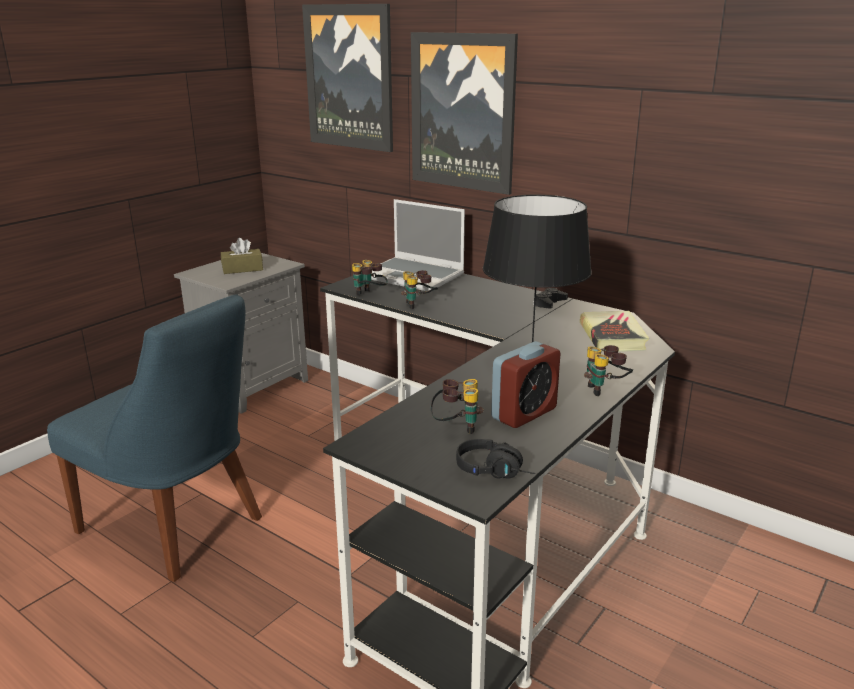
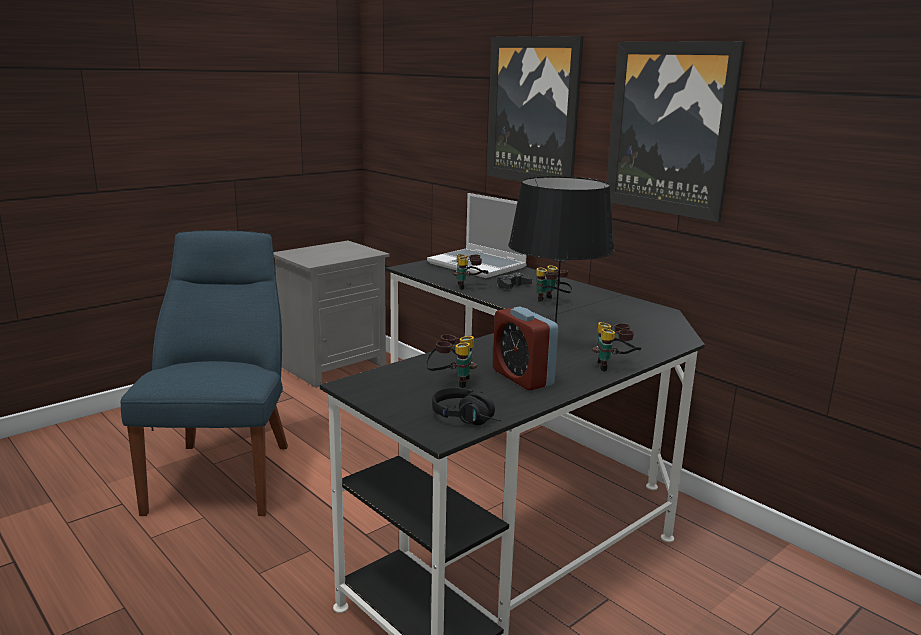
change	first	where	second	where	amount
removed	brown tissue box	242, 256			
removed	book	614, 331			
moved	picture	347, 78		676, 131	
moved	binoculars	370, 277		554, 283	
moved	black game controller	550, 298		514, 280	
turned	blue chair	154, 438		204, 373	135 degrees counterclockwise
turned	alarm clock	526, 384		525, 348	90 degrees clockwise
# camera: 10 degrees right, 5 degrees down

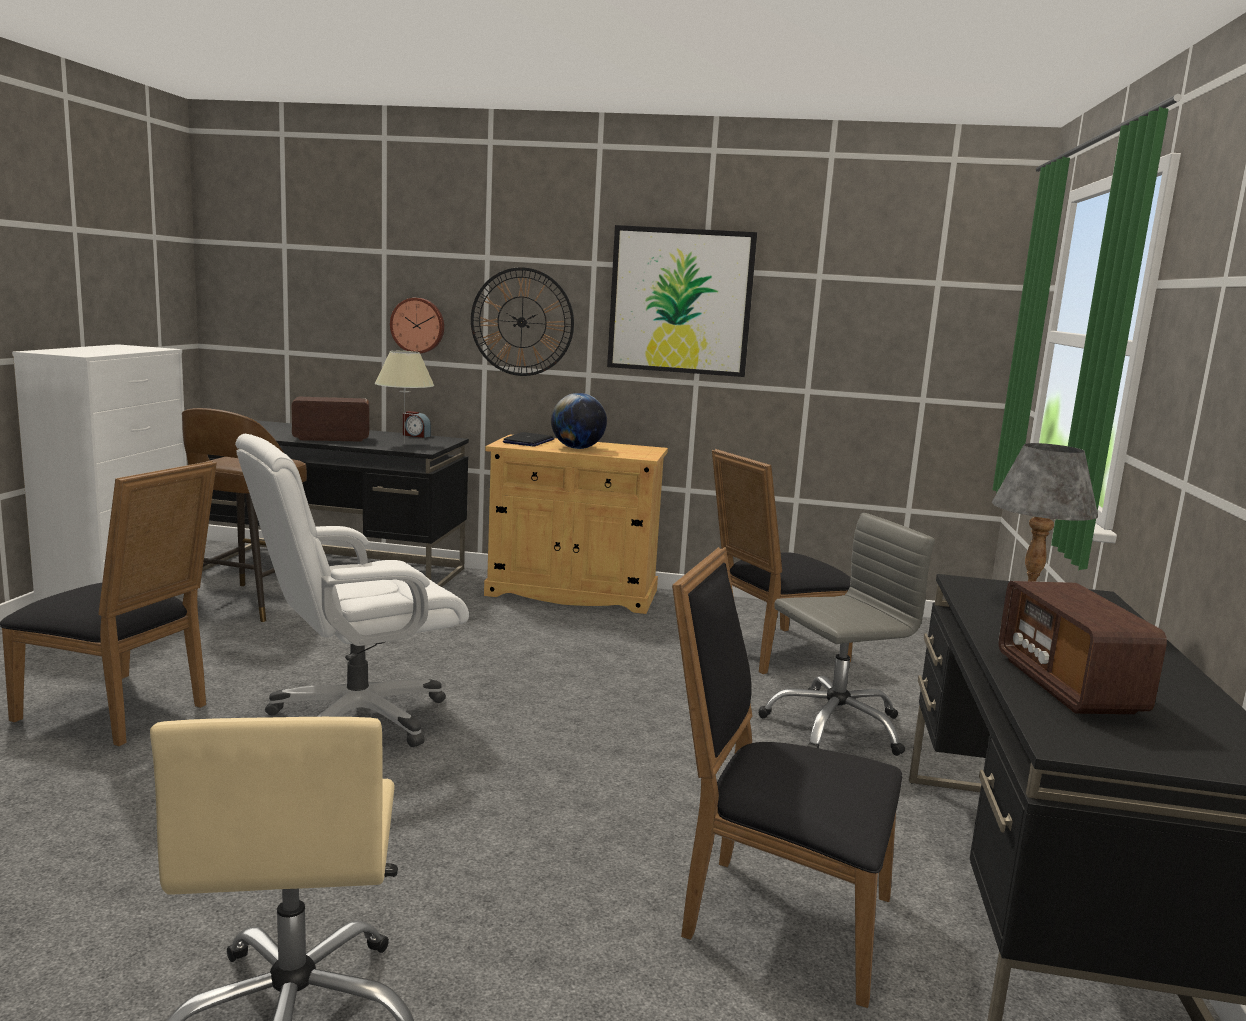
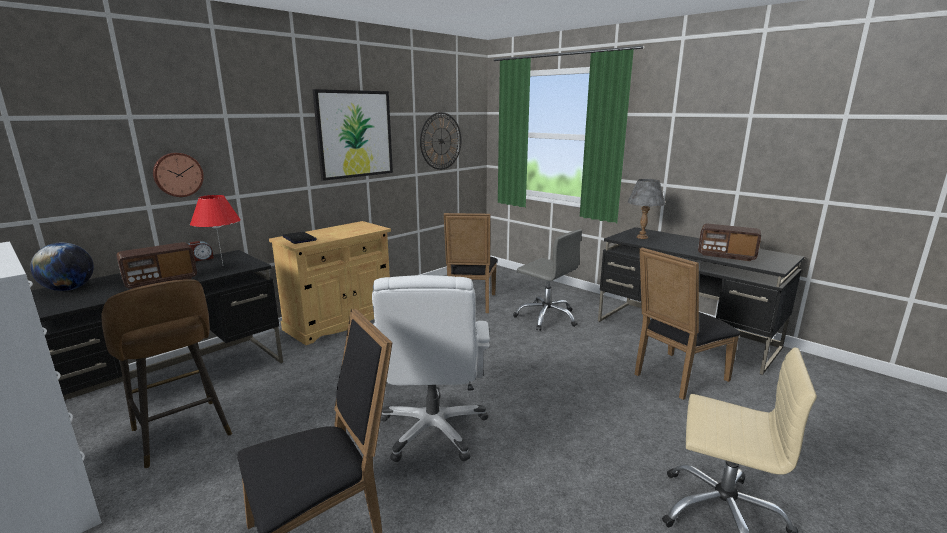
change	first	where	second	where	amount
moved	wall clock	522, 321		441, 141	
moved	globe	579, 421		62, 267	
recoloured	beige table lamp	404, 397	red table lamp	215, 229	
turned	radio	330, 419		156, 265	150 degrees counterclockwise
turned	grey office chair	846, 634		547, 280	120 degrees clockwise
# camera: 55 degrees left, 5 degrees up

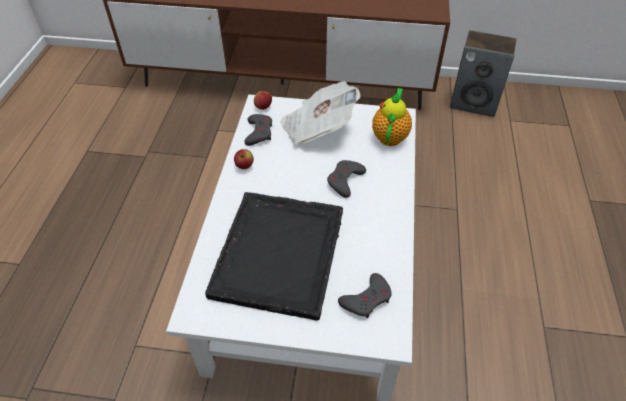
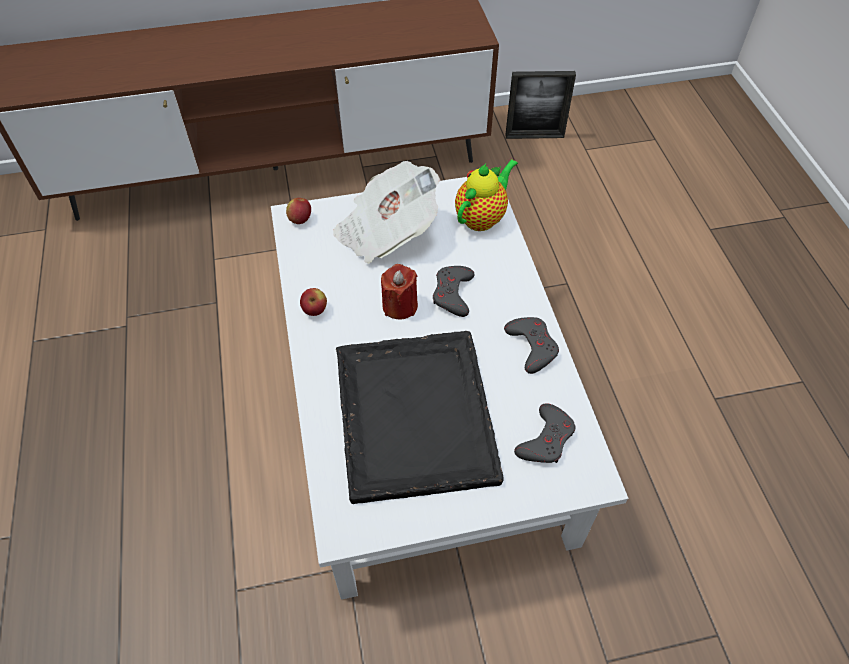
change	first	where	second	where	amount
added			red candle	399, 292	
moved	grey game controller	258, 130		531, 345	
replaced	speaker	483, 73	picture frame	540, 105	
turned	teapot	392, 117		486, 195	45 degrees clockwise
# camera: 20 degrees left, 5 degrees up

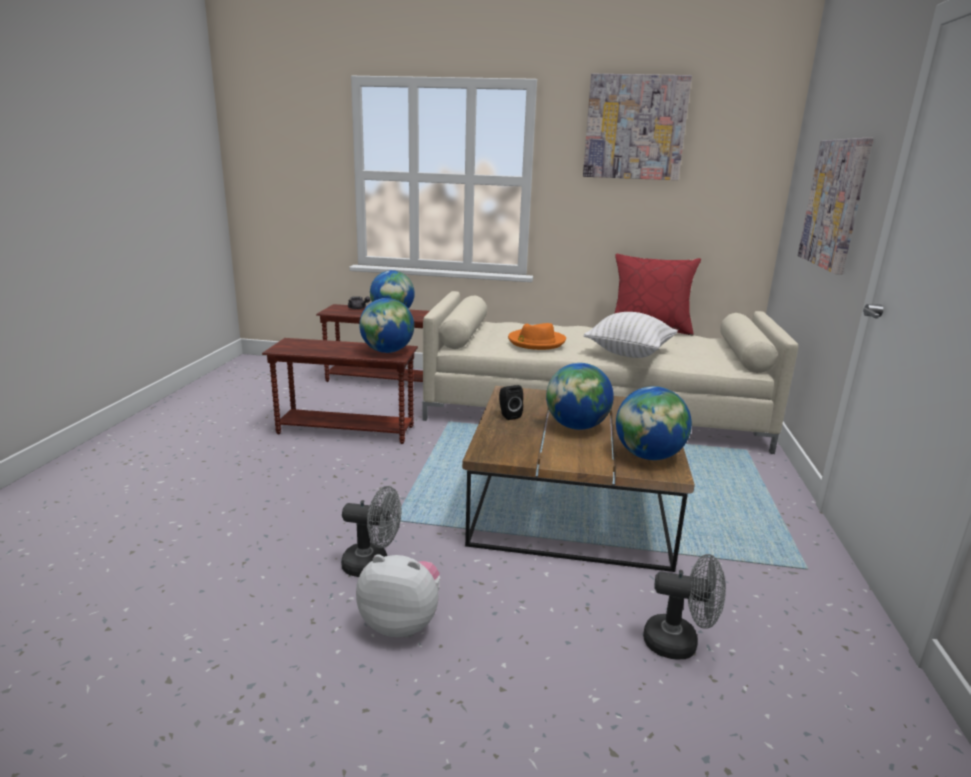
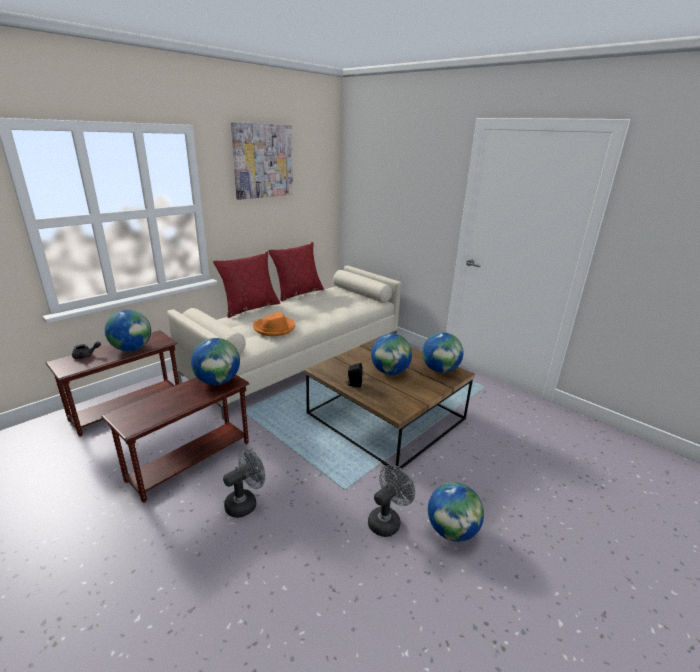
change	first	where	second	where	amount
removed	white pillow	631, 335			
removed	picture	835, 206			
added			red pillow	246, 285	
moved	grey fan	684, 606		244, 483	
replaced	plush toy	398, 596	globe	456, 512	
# camera: 55 degrees left, 5 degrees up

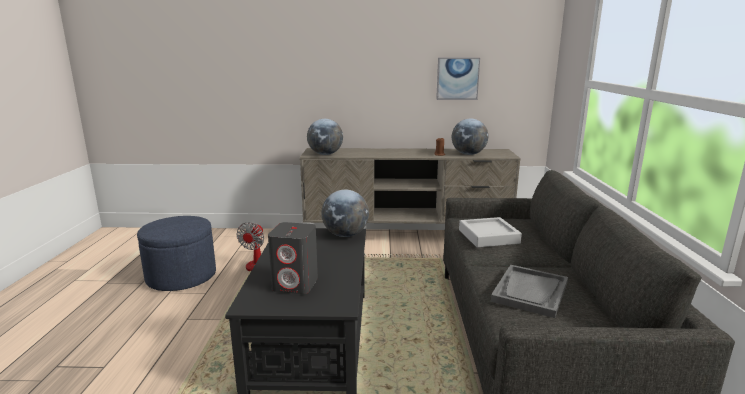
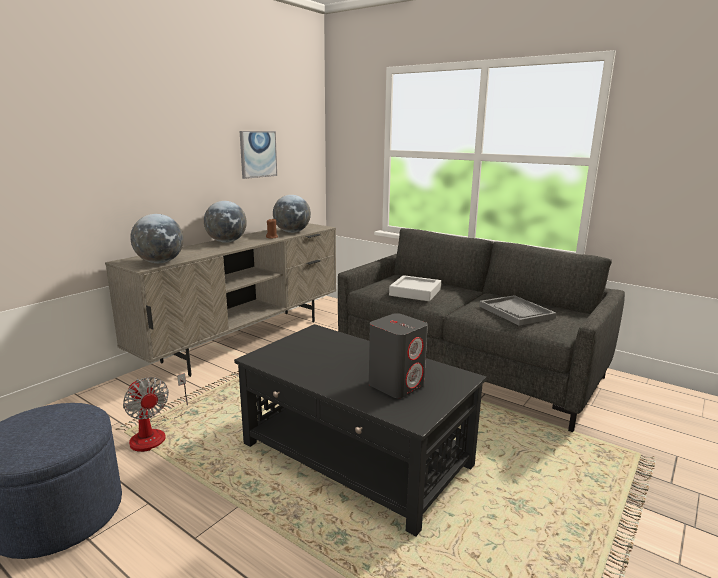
change	first	where	second	where	amount
moved	globe	345, 213		225, 222	
# camera: 55 degrees left, 0 degrees up

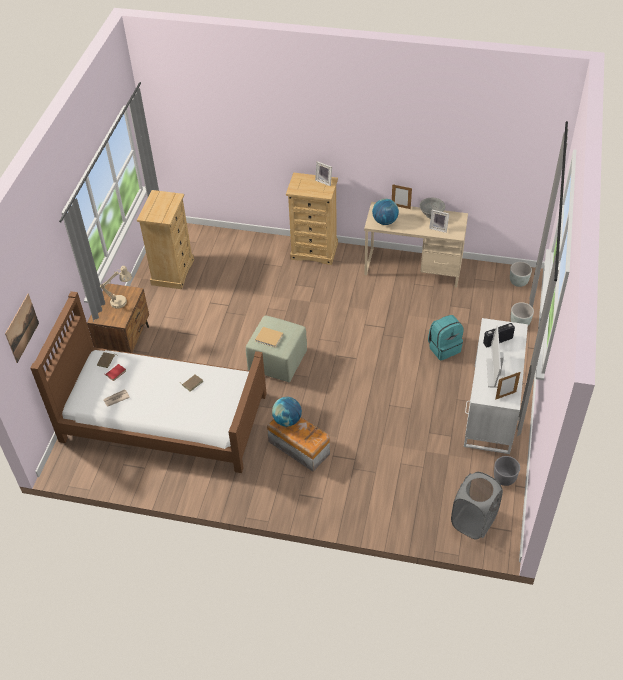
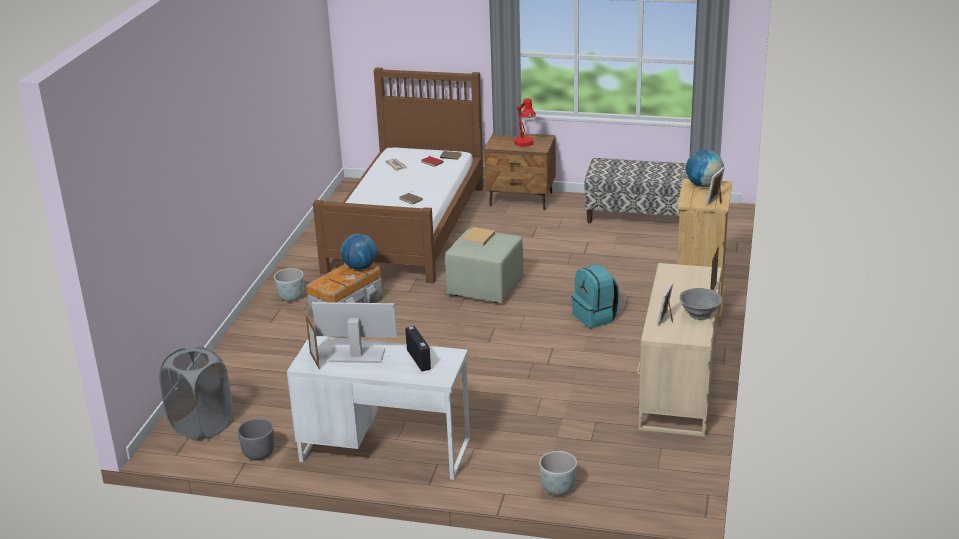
change	first	where	second	where	amount
removed	picture	22, 328			
moved	globe	385, 212		705, 168	
moved	turquoise backpack	445, 337		596, 296	
moved	grey planter	521, 274		289, 285	
replaced	beige dresser	165, 239	bench	636, 190	
recoloured	beige table lamp	116, 287	red table lamp	525, 122	
# camera: 90 degrees right, 20 degrees down

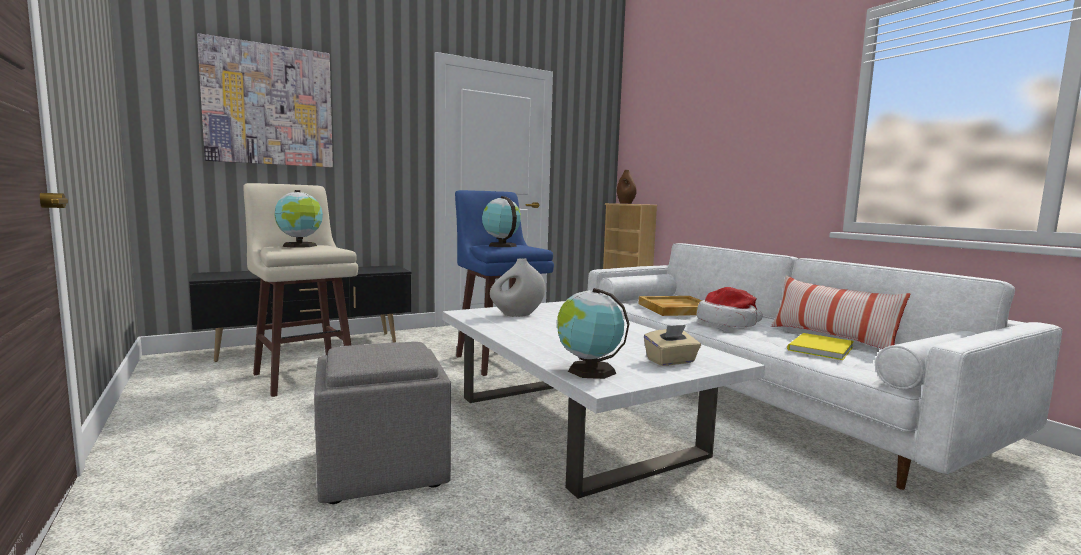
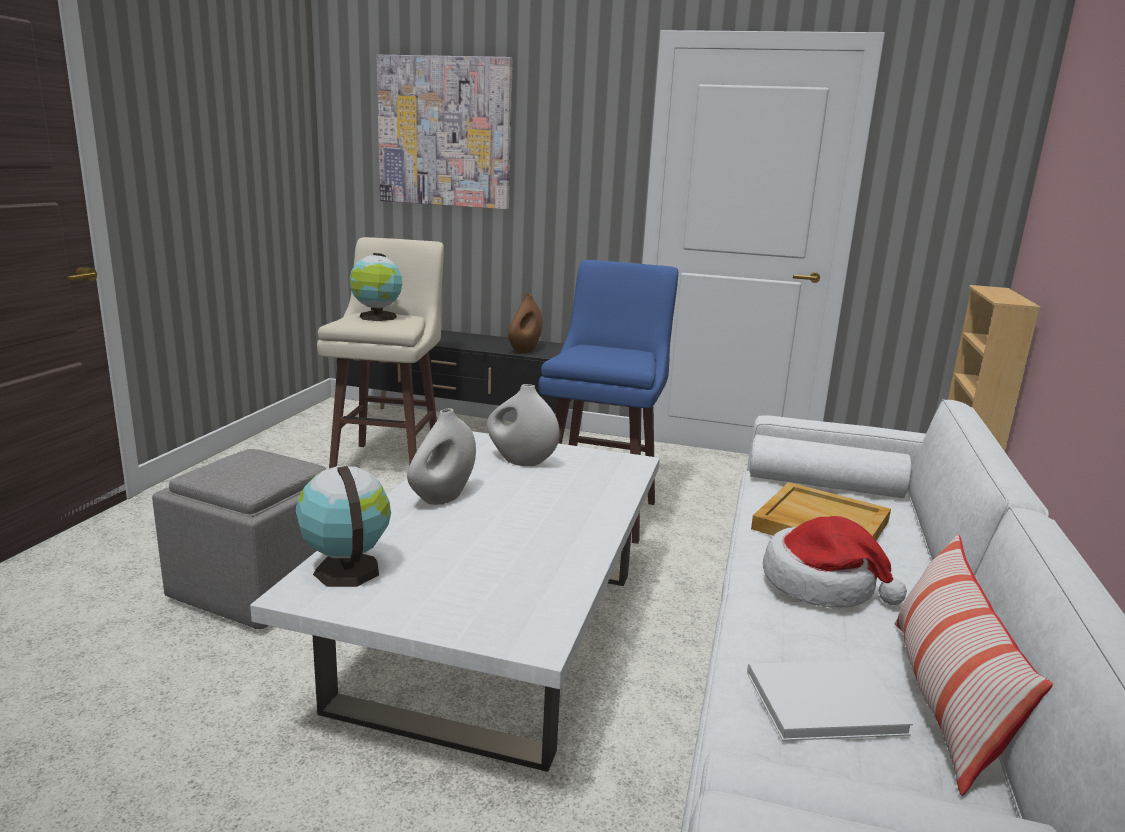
change	first	where	second	where	amount
removed	globe	501, 221			
removed	beige tissue box	672, 345			
added			white vase	441, 456	
moved	brown vase	627, 187		525, 323	
recoloured	yellow book	820, 346	white book	830, 700	
# camera: 45 degrees right, 10 degrees up

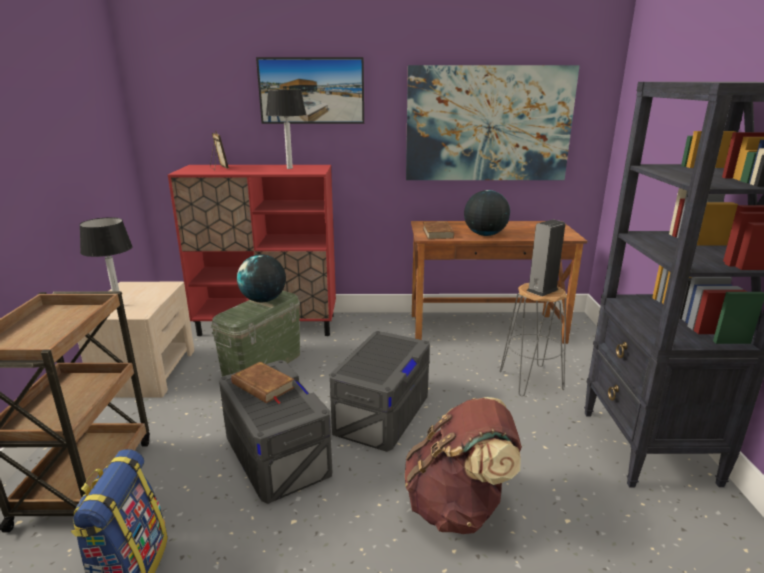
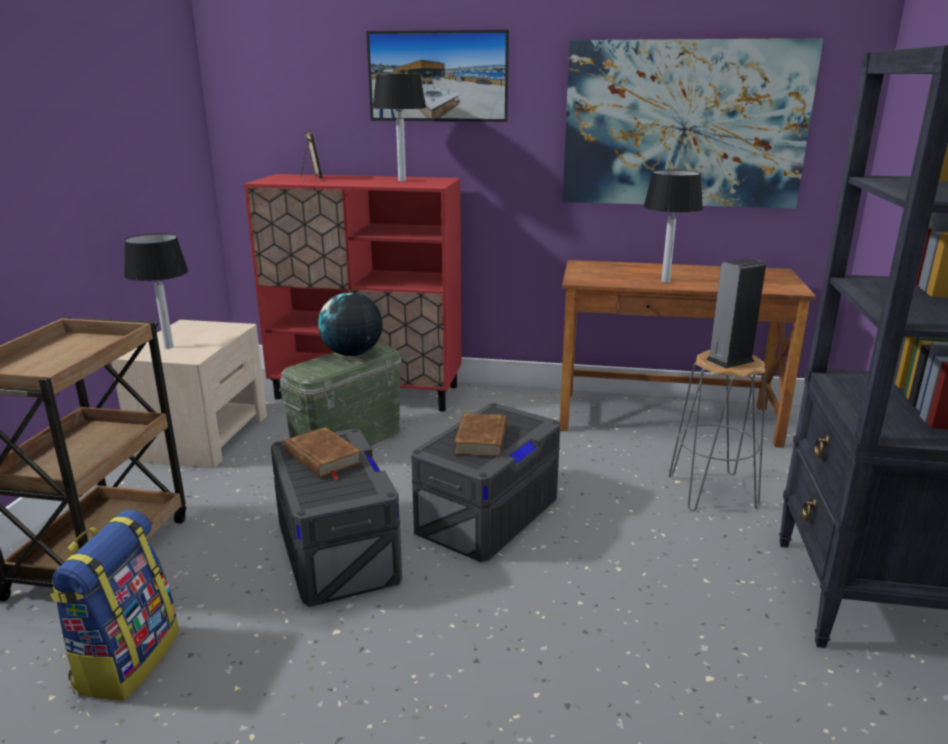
change	first	where	second	where	amount
removed	brown backpack	463, 465			
moved	brown book	438, 230		480, 434	
replaced	globe	487, 213	table lamp	673, 226	
# camera: 10 degrees right, 0 degrees up

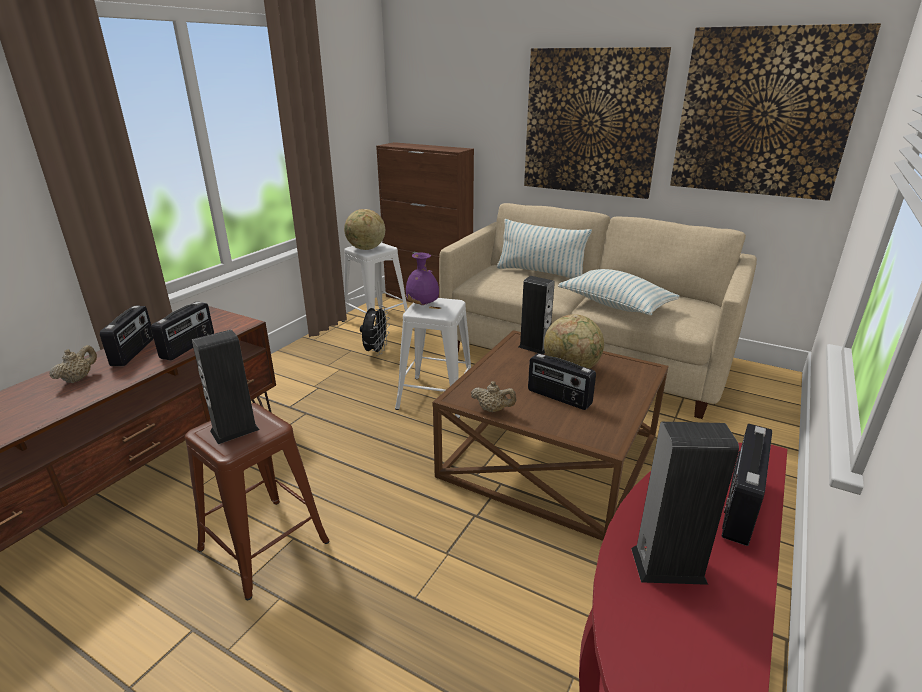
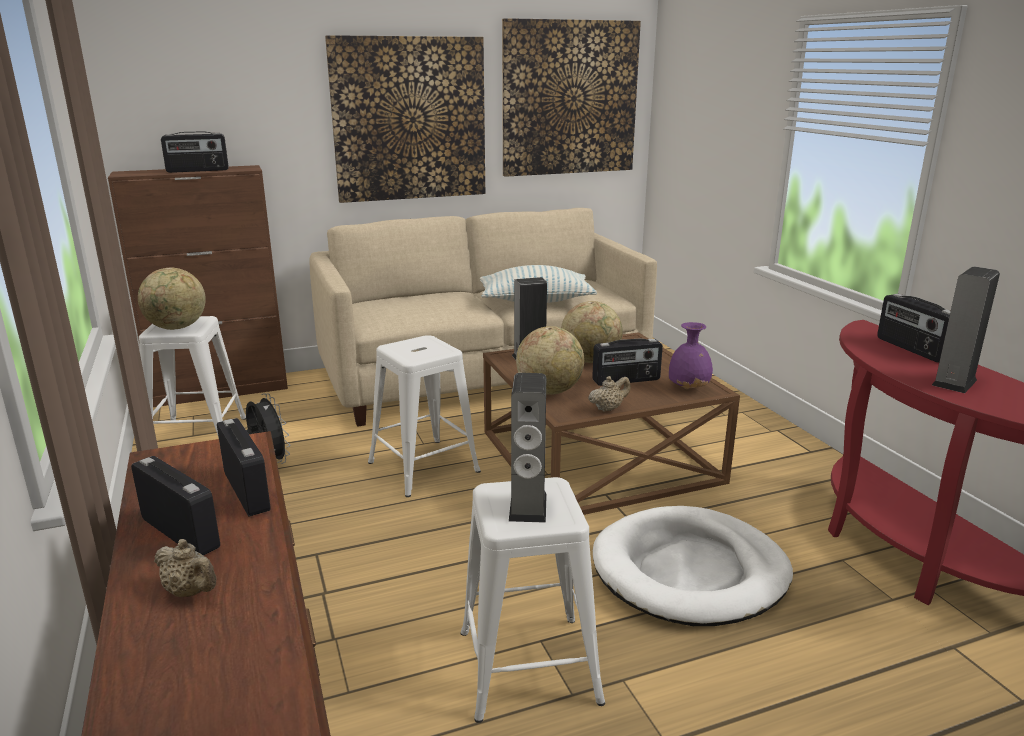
change	first	where	second	where	amount
removed	pillow	544, 249			
added			radio	195, 152	
added			globe	550, 360	
added			white dog bed	693, 566	
moved	purple vase	422, 279		691, 355	
recoloured	brown stool	257, 501	white stool	532, 600	
turned	beige teapot	73, 364		185, 568	150 degrees clockwise
# camera: 50 degrees left, 5 degrees down

